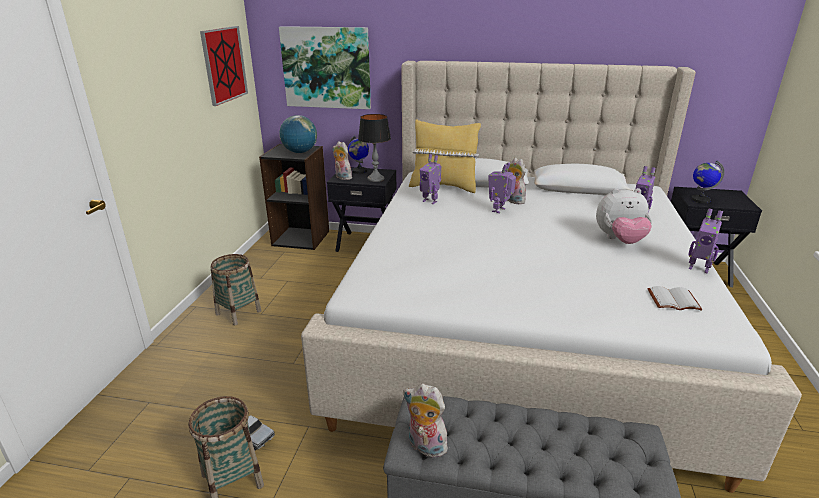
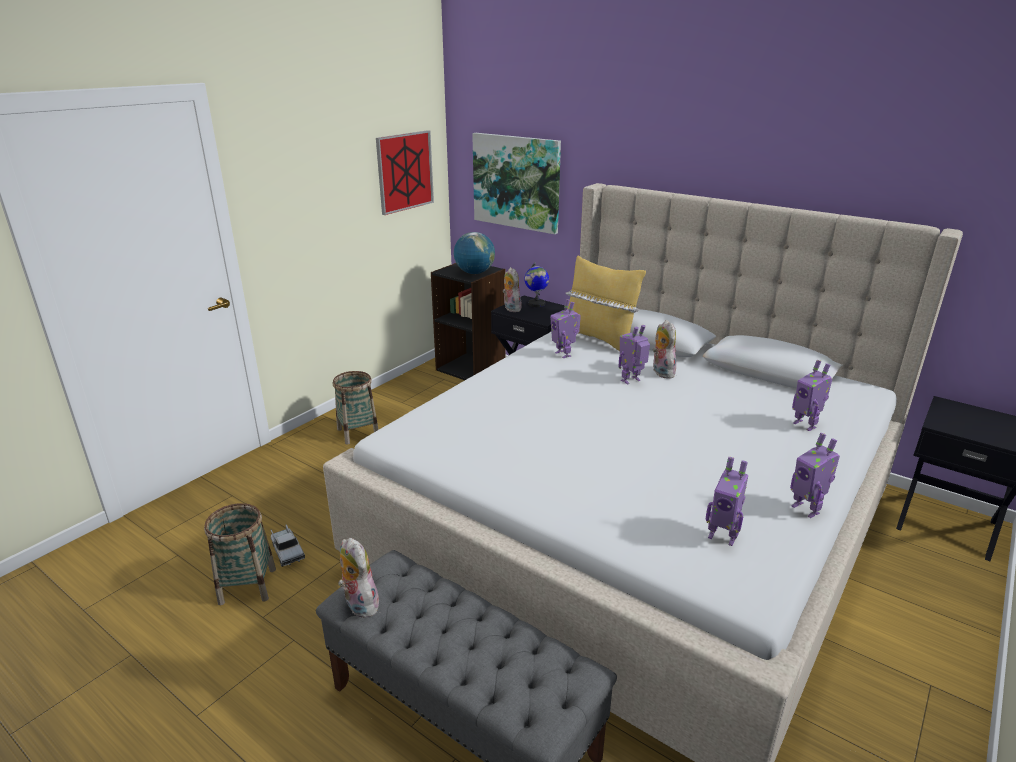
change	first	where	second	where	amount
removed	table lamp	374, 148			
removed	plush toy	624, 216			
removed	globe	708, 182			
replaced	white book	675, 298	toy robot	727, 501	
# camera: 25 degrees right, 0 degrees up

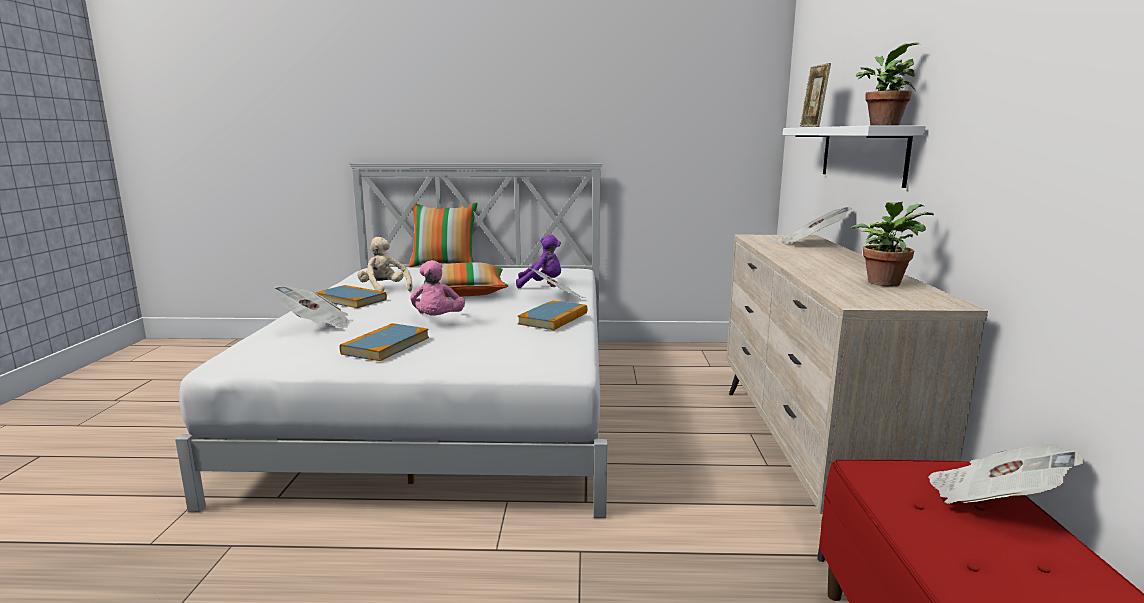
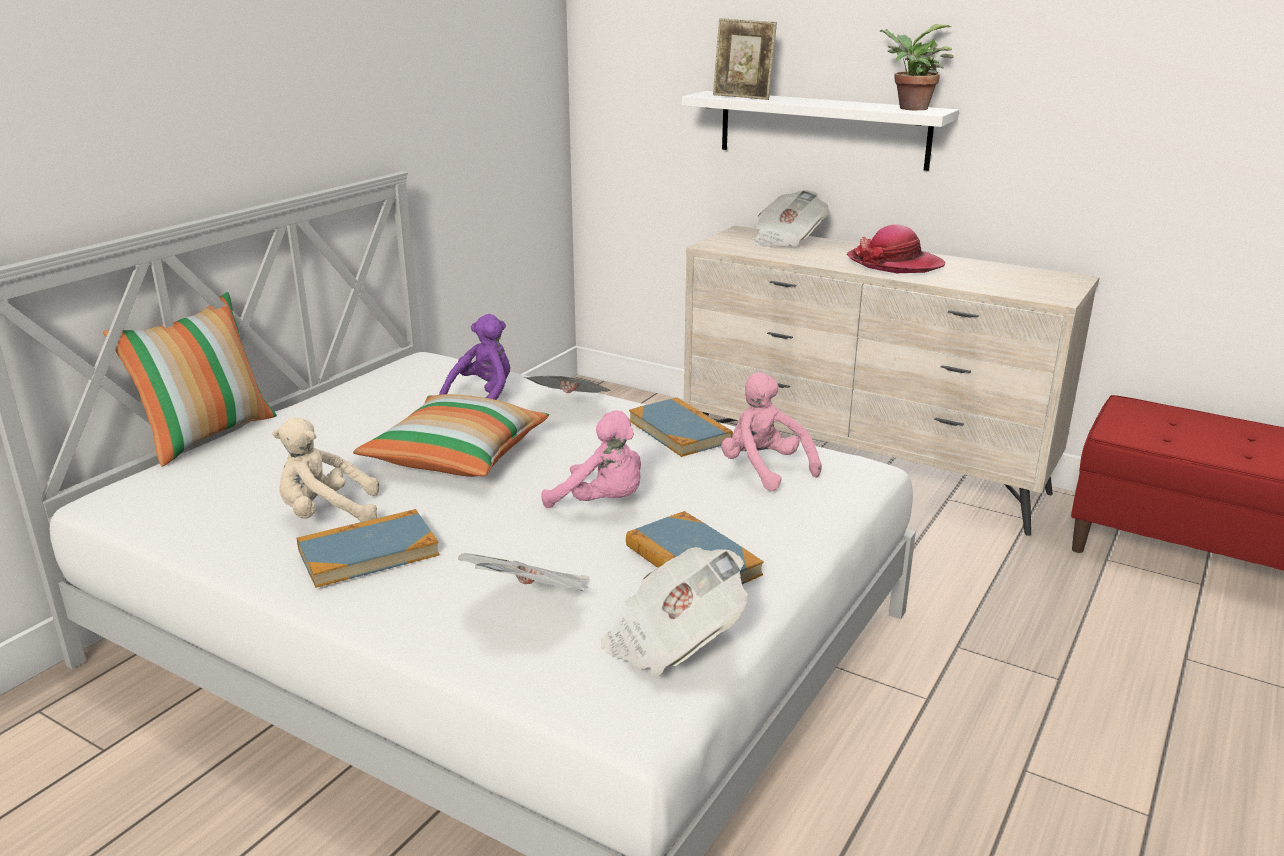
change	first	where	second	where	amount
removed	potted plant	892, 244			
added			pink plush toy	771, 431	
added			hat	896, 248	
moved	newspaper	1006, 474		674, 611	
# camera: 60 degrees left, 10 degrees up

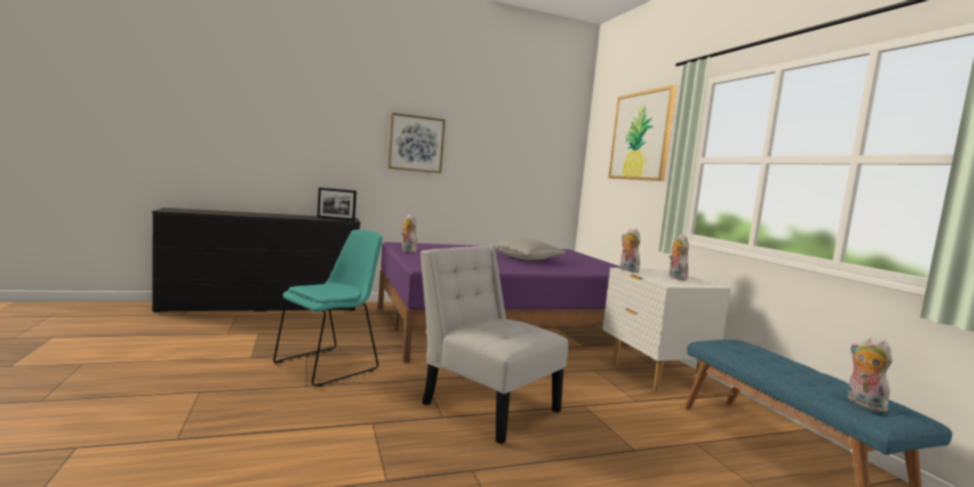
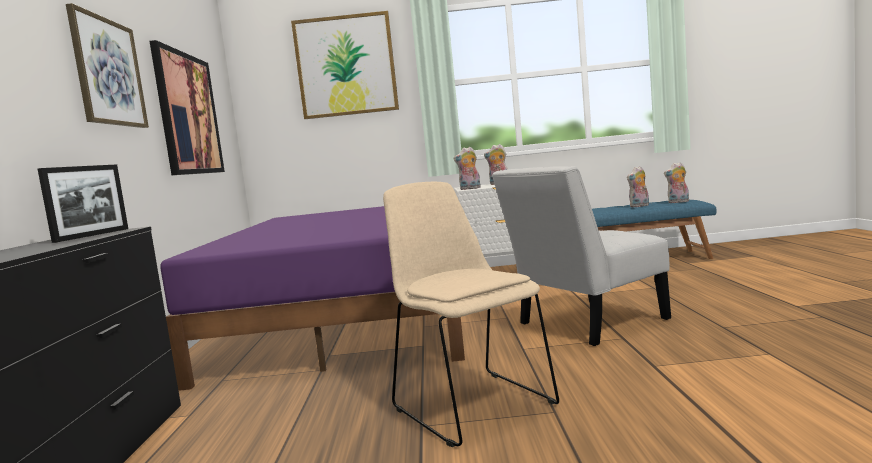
change	first	where	second	where	amount
removed	grey pillow	528, 248			
added			picture	187, 107	
moved	plush toy	409, 233		638, 186	
recoloured	turquoise chair	328, 308	beige chair	471, 314	
# camera: 70 degrees left, 0 degrees up

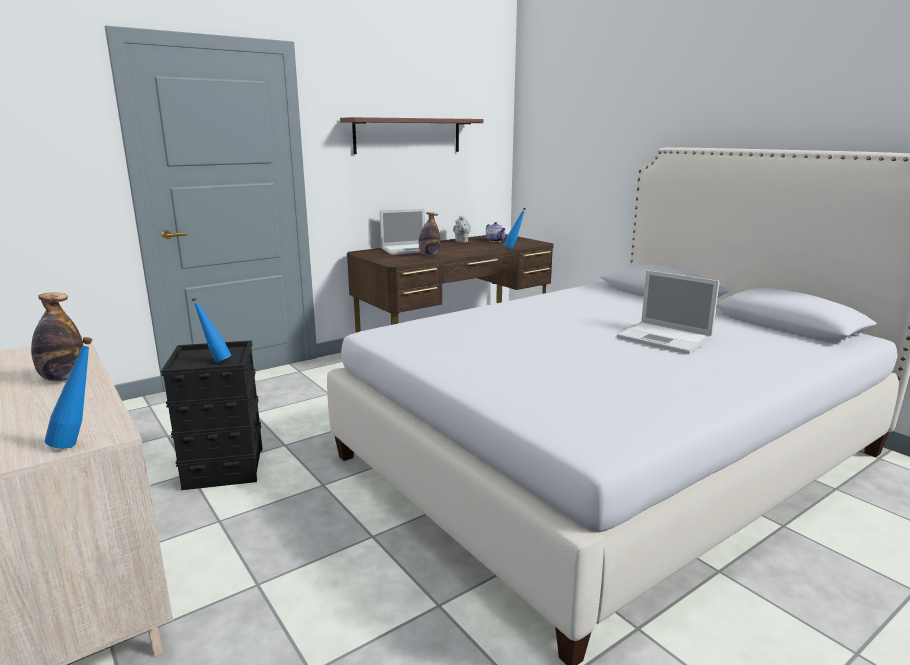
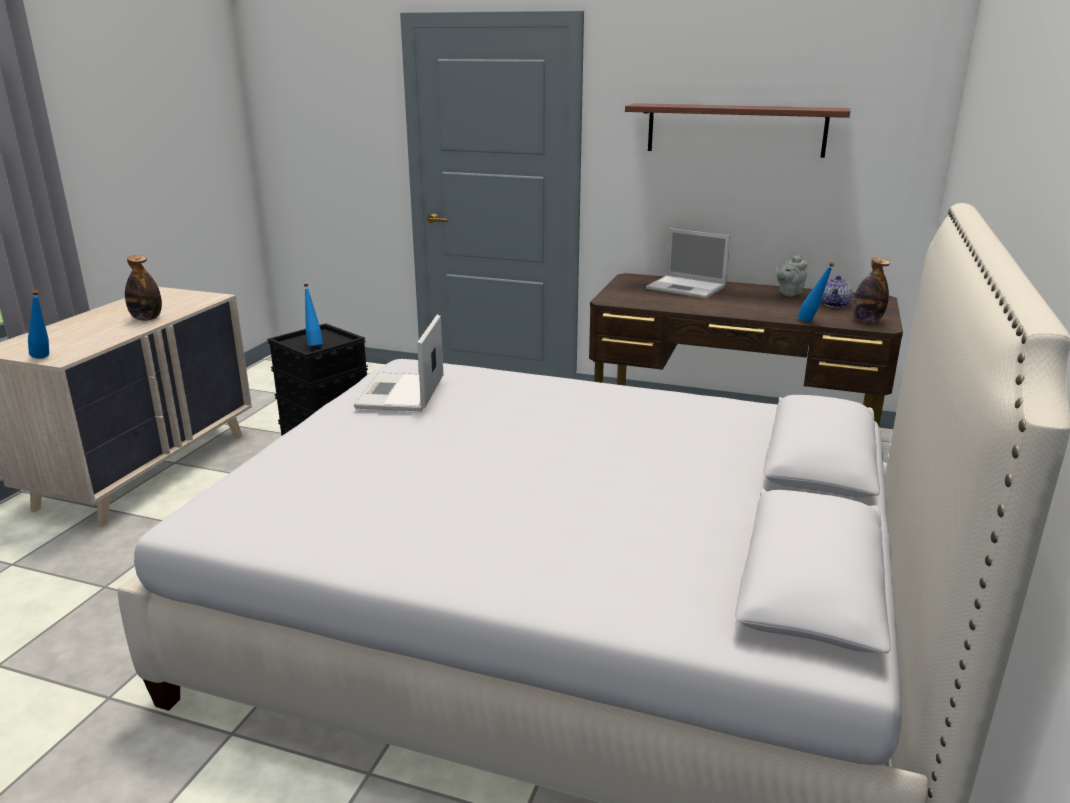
change	first	where	second	where	amount
moved	bottle	429, 234		871, 290	
moved	laptop	668, 312		398, 363	
# camera: 55 degrees right, 5 degrees up

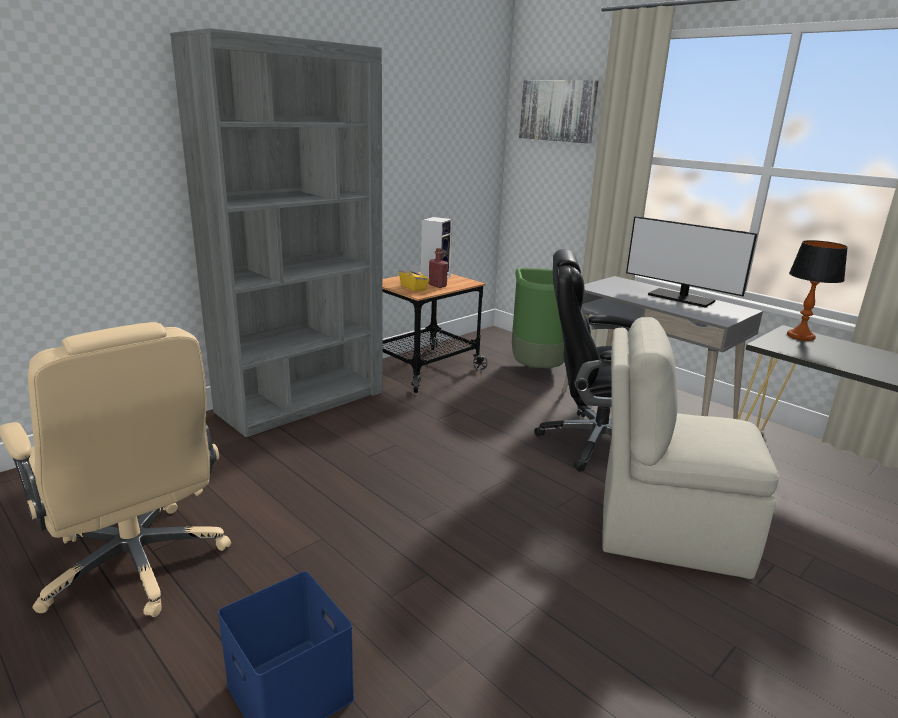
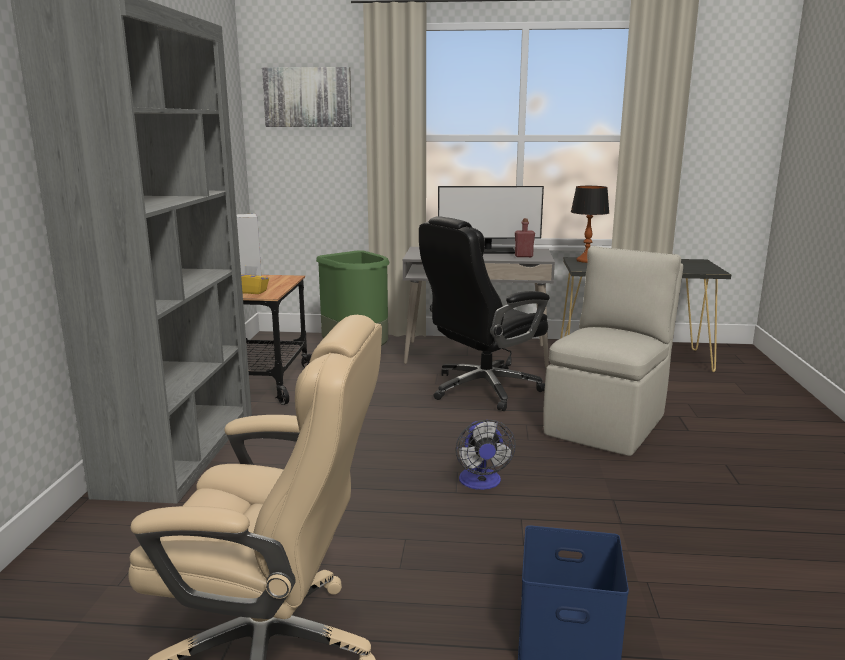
change	first	where	second	where	amount
added			fan	485, 455	
moved	red bottle	438, 268		525, 237	
turned	beige chair	690, 448		613, 351	150 degrees clockwise
# camera: 40 degrees left, 5 degrees down

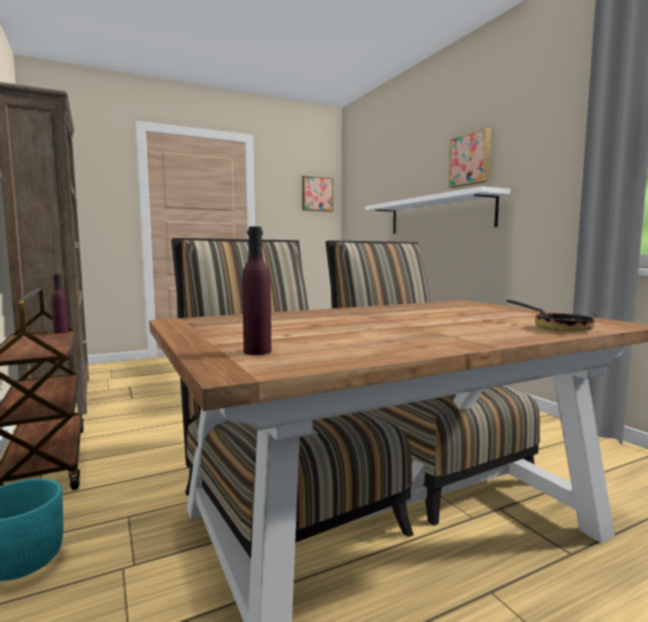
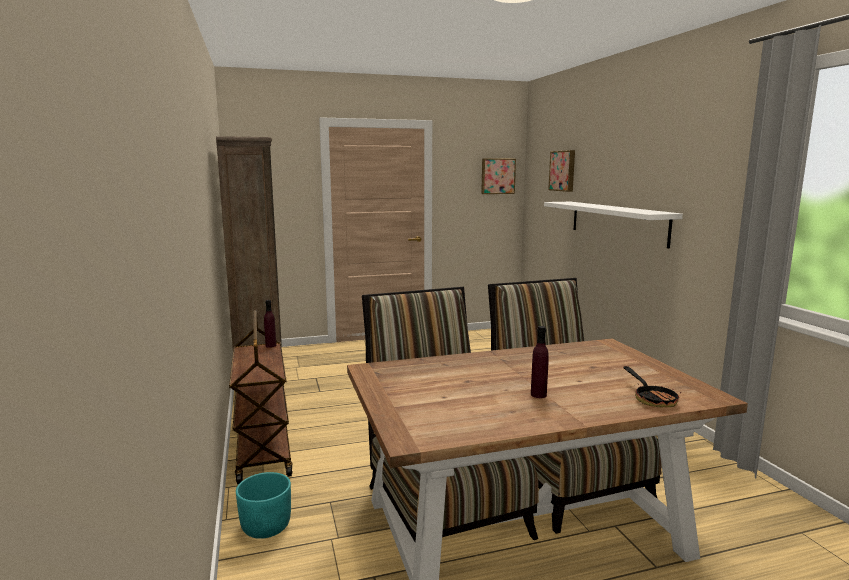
change	first	where	second	where	amount
moved	purple bottle	256, 291		540, 362	
moved	picture	469, 157		561, 171	
# camera: 10 degrees right, 5 degrees up

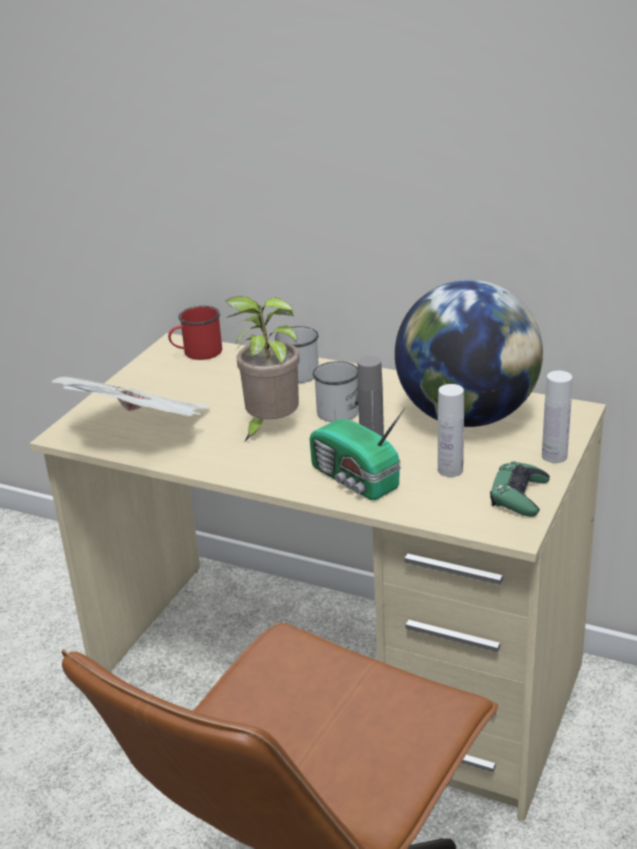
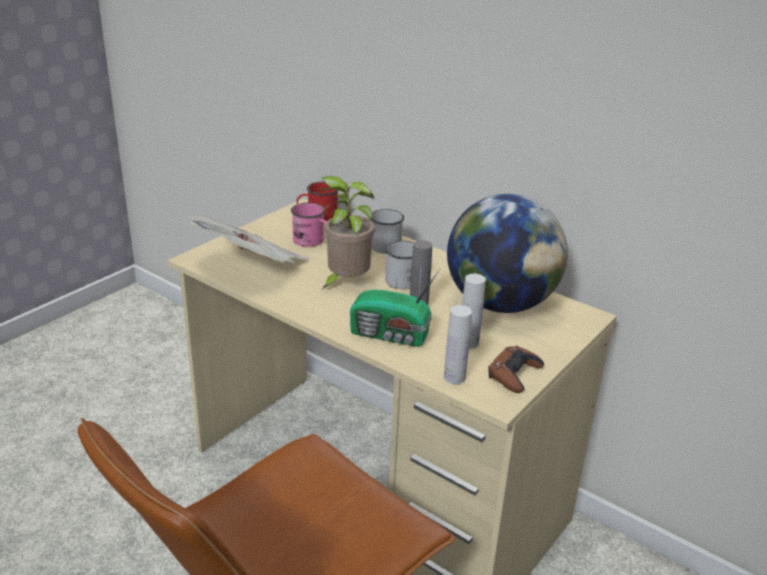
change	first	where	second	where	amount
added			pink mug	309, 225	
moved	white bottle	557, 417		458, 344	
recoloured	green game controller	520, 489	brown game controller	516, 369	
turned	radio	357, 454		395, 308	45 degrees counterclockwise
# camera: 10 degrees right, 0 degrees up

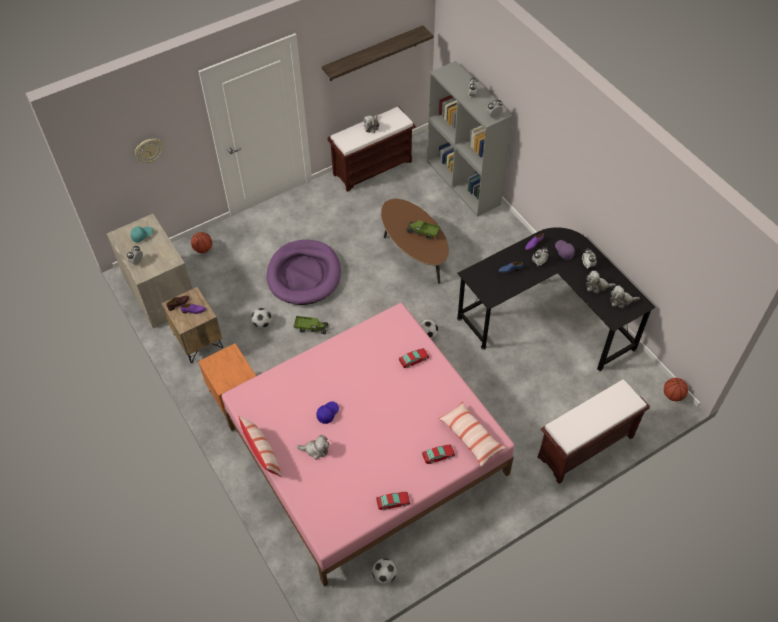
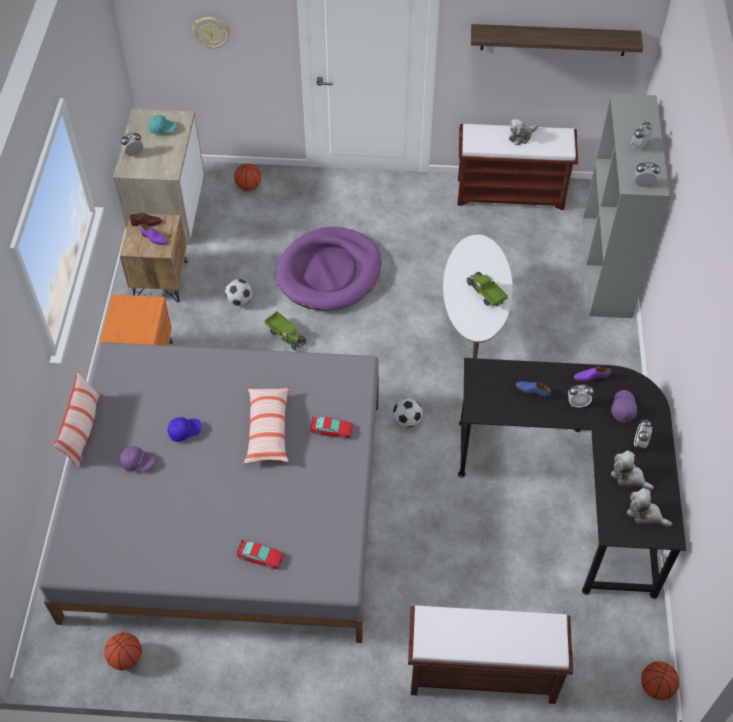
change	first	where	second	where	amount
removed	toy car	393, 501			
moved	pillow	472, 433		267, 425	
replaced	plush toy	313, 447	purple cap	137, 458	
replaced	football	384, 571	basketball	123, 651	
recoloured	pink bed	368, 445	grey bed	209, 492	
recoloured	brown coffee table	415, 241	white coffee table	478, 296	
# camera: 35 degrees right, 0 degrees up

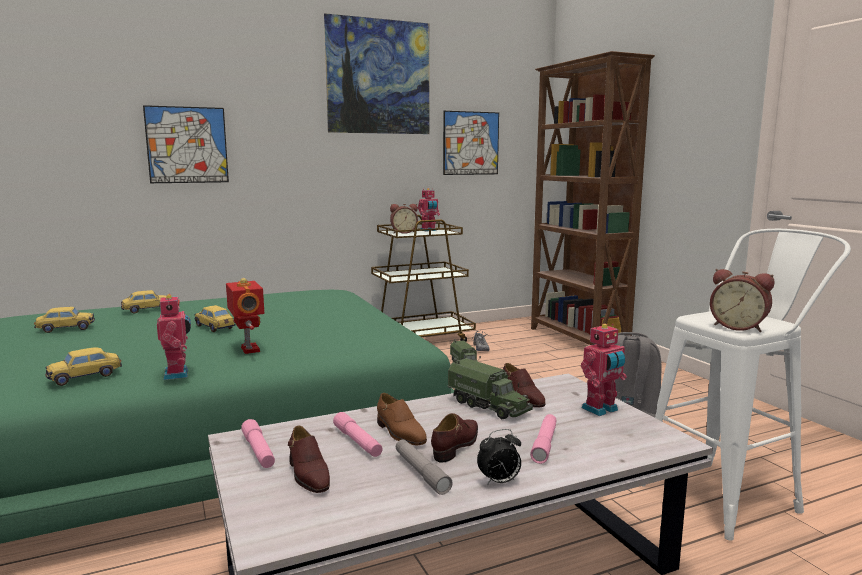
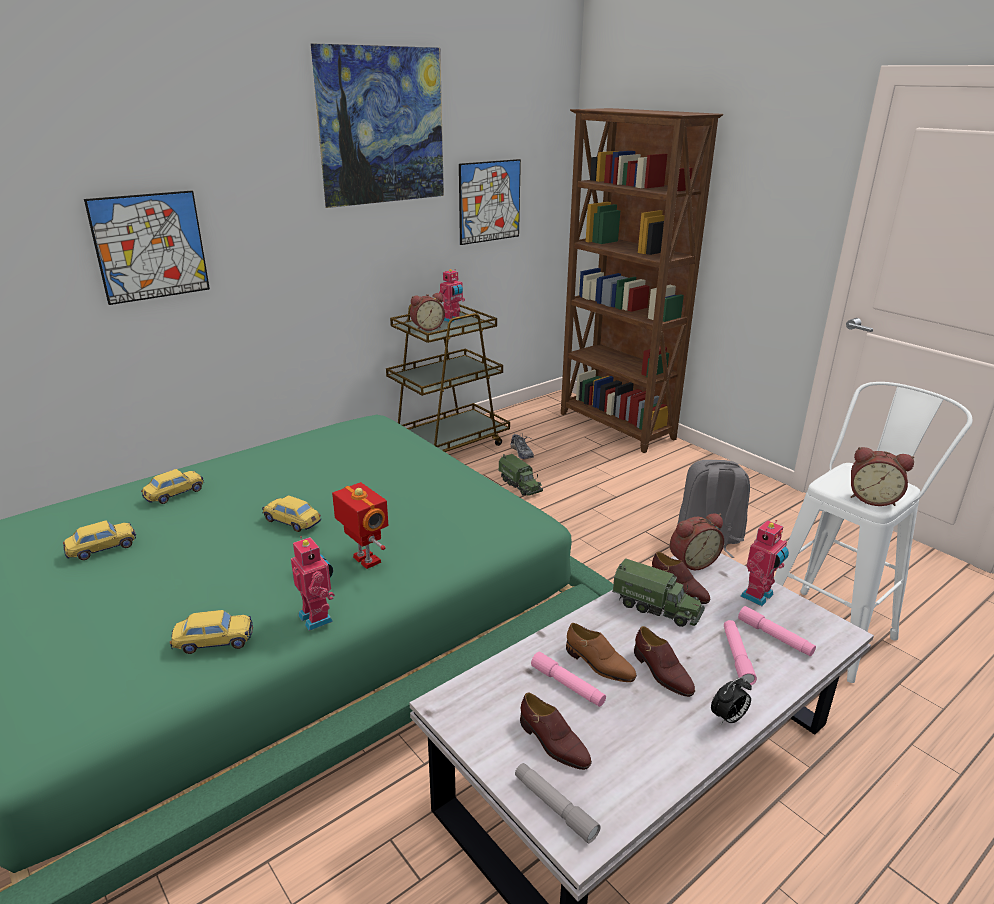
change	first	where	second	where	amount
added			alarm clock	697, 541	
moved	pink flashlight	258, 443		777, 631	
moved	grey flashlight	424, 467		558, 803	
turned	toy car	83, 366		211, 632	135 degrees counterclockwise
turned	brown shoe	454, 438		664, 661	135 degrees clockwise
# camera: 15 degrees left, 15 degrees up

